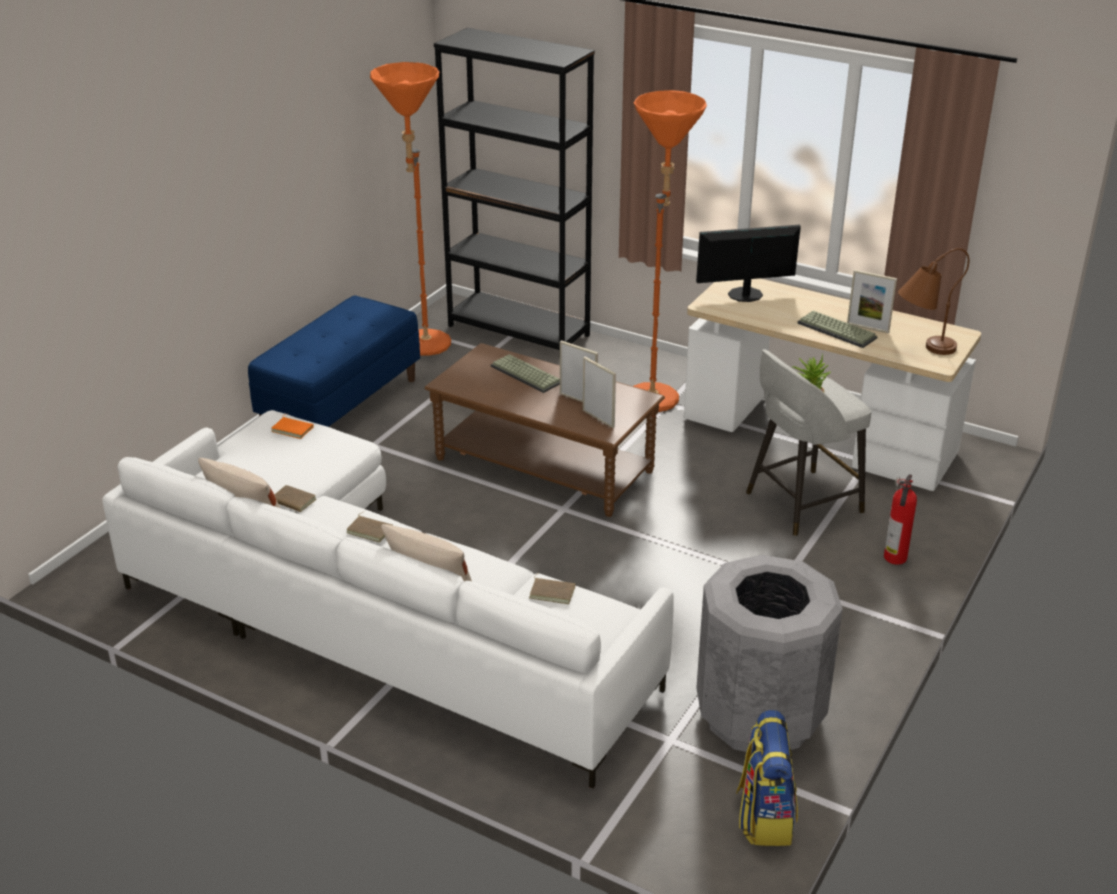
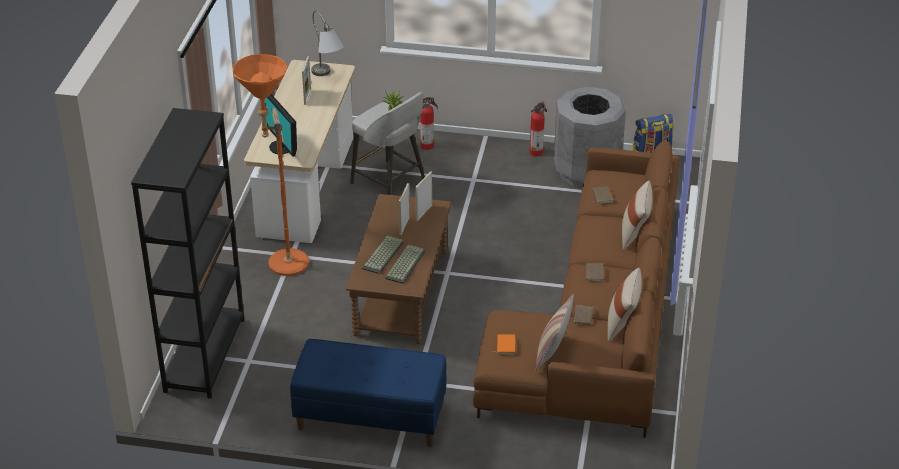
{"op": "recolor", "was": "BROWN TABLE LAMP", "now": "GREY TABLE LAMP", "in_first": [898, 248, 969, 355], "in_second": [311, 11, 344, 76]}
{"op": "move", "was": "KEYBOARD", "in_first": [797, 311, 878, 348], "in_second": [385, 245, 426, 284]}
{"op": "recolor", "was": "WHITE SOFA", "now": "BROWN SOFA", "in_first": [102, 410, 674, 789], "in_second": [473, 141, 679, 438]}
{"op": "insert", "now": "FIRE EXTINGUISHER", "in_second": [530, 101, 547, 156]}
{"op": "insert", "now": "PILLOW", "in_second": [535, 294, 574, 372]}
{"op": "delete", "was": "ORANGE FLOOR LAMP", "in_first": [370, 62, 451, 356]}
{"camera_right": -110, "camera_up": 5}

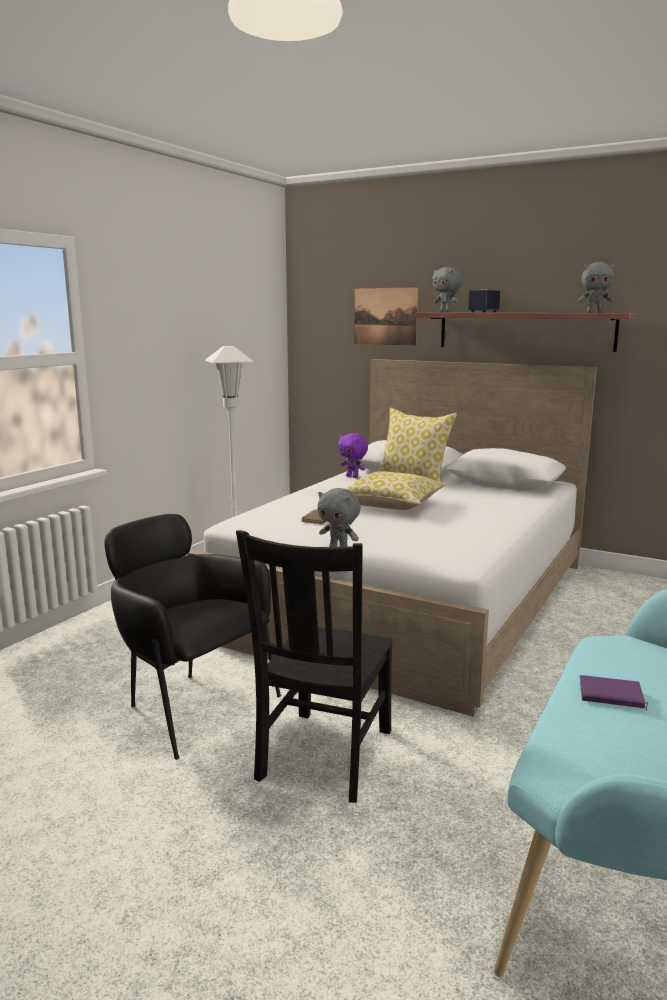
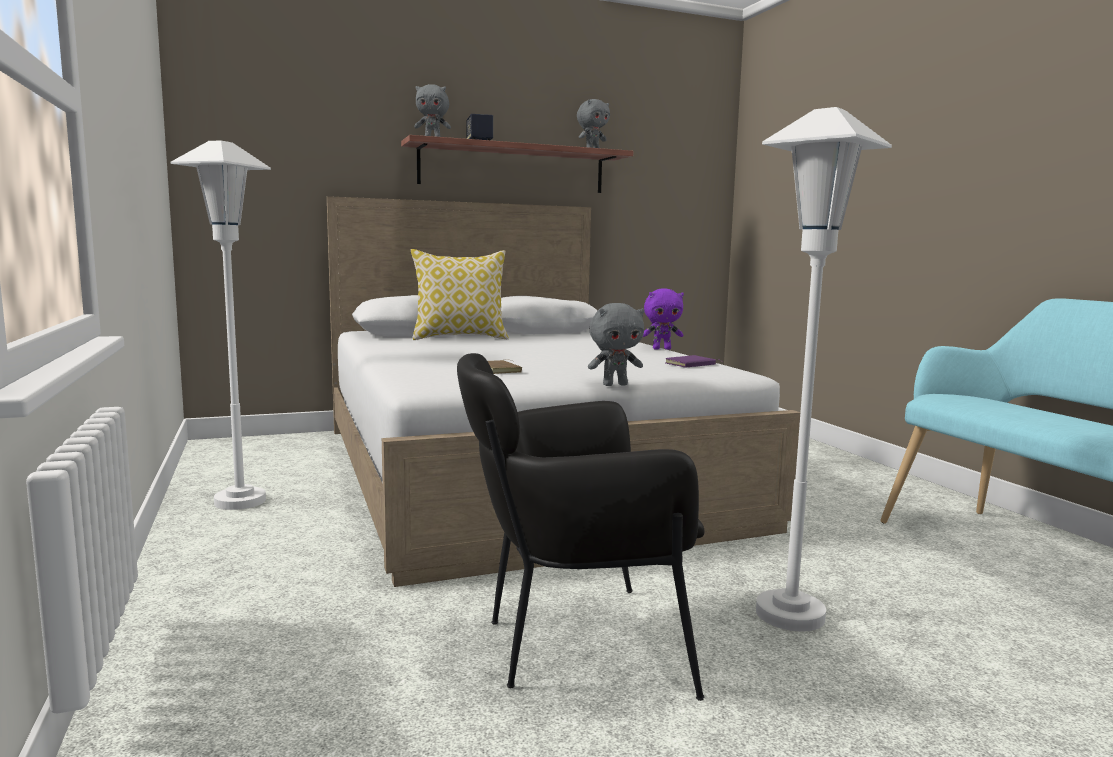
{"op": "move", "was": "PURPLE PLUSH TOY", "in_first": [338, 433, 368, 478], "in_second": [643, 289, 684, 350]}
{"op": "move", "was": "PURPLE BOOK", "in_first": [580, 675, 648, 711], "in_second": [665, 355, 721, 368]}
{"op": "replace", "was": "BLACK CHAIR", "now": "WHITE FLOOR LAMP", "in_first": [236, 530, 393, 803], "in_second": [756, 107, 892, 631]}
{"op": "delete", "was": "PILLOW", "in_first": [346, 471, 446, 510]}
{"op": "delete", "was": "PICTURE", "in_first": [354, 287, 418, 346]}
{"camera_right": -50, "camera_up": -5}

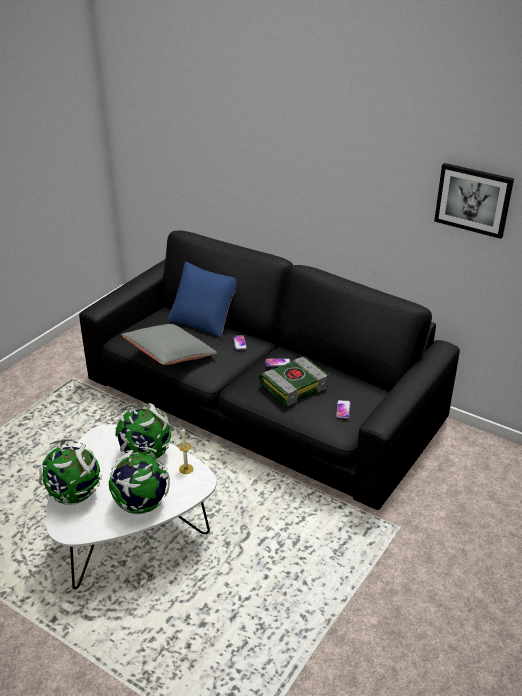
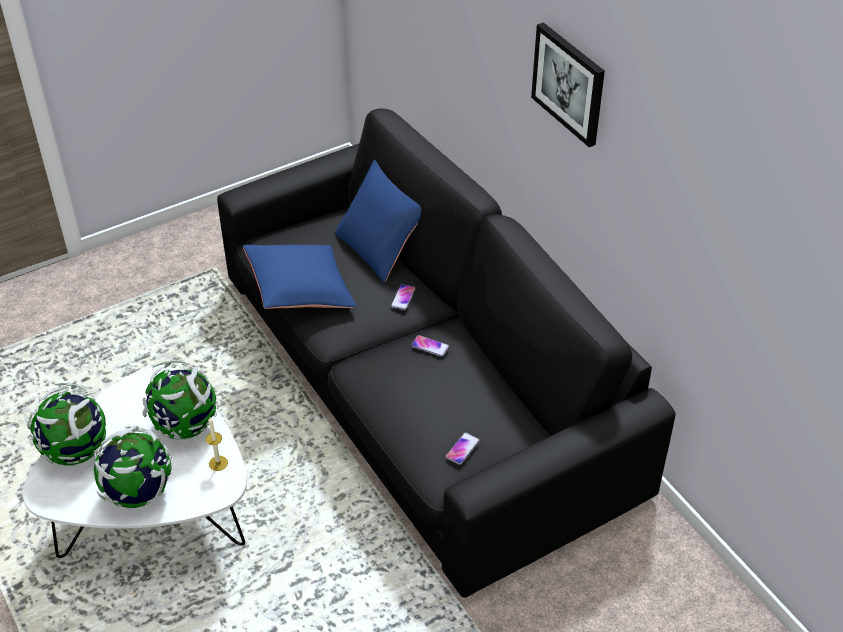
{"op": "recolor", "was": "GREY PILLOW", "now": "BLUE PILLOW", "in_first": [121, 324, 217, 365], "in_second": [243, 245, 356, 309]}
{"op": "move", "was": "PICTURE", "in_first": [434, 163, 514, 239], "in_second": [531, 22, 605, 147]}
{"op": "delete", "was": "BOOK", "in_first": [259, 357, 329, 406]}
{"camera_right": 25, "camera_up": 10}

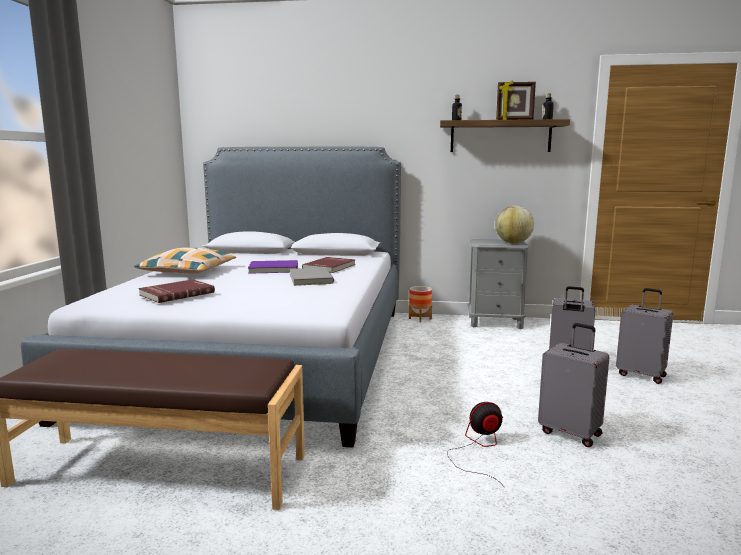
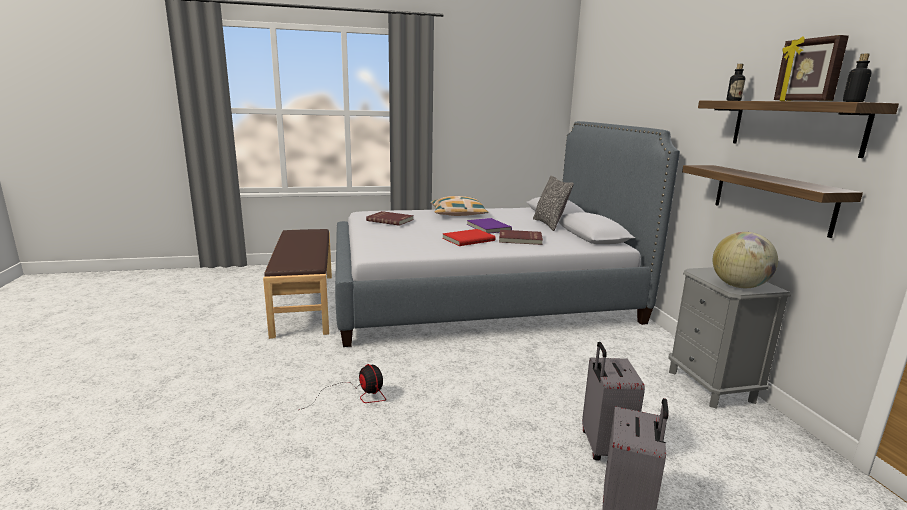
{"op": "recolor", "was": "GREY BOOK", "now": "RED BOOK", "in_first": [290, 267, 334, 286], "in_second": [442, 229, 496, 246]}
{"op": "insert", "now": "PILLOW", "in_second": [533, 175, 574, 231]}
{"op": "insert", "now": "SHELF", "in_second": [682, 165, 863, 238]}
{"op": "delete", "was": "PLANTER", "in_first": [409, 286, 432, 322]}
{"op": "delete", "was": "GREY SUITCASE", "in_first": [538, 323, 610, 447]}
{"camera_right": 70, "camera_up": 5}

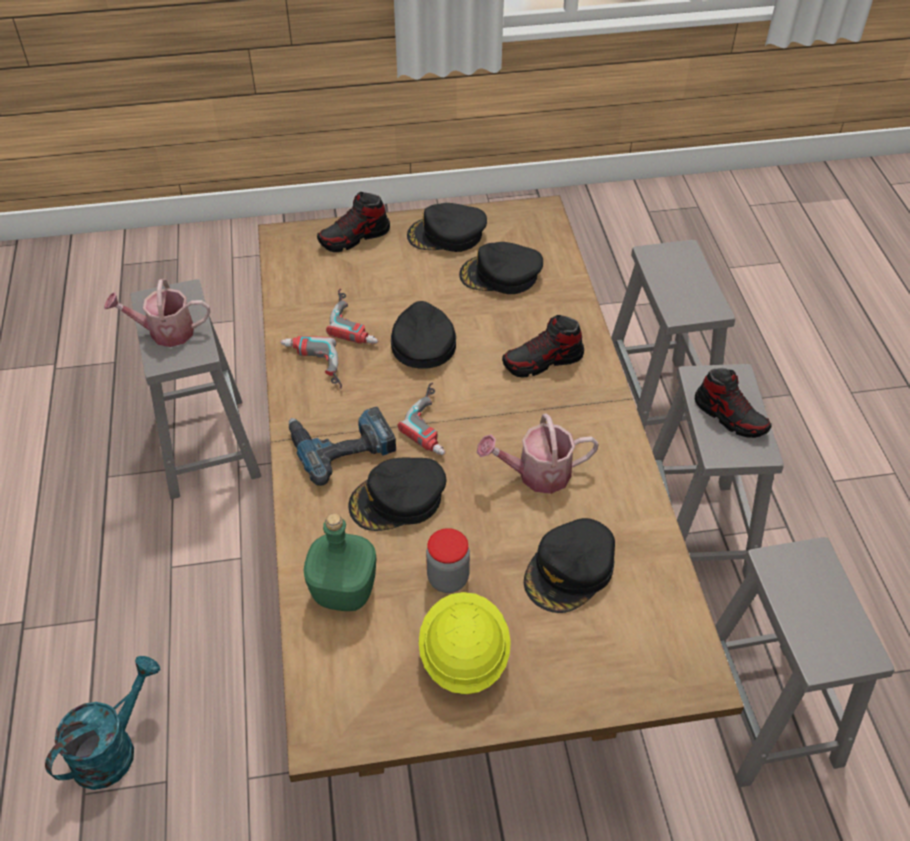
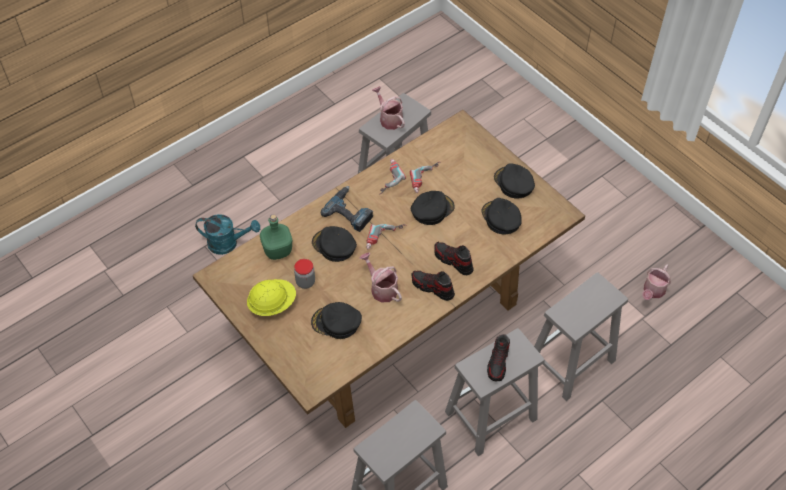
{"op": "move", "was": "SHOE", "in_first": [317, 192, 390, 252], "in_second": [411, 270, 455, 301]}
{"op": "insert", "now": "WATERING CAN", "in_second": [642, 264, 671, 300]}
{"camera_right": 60, "camera_up": 5}

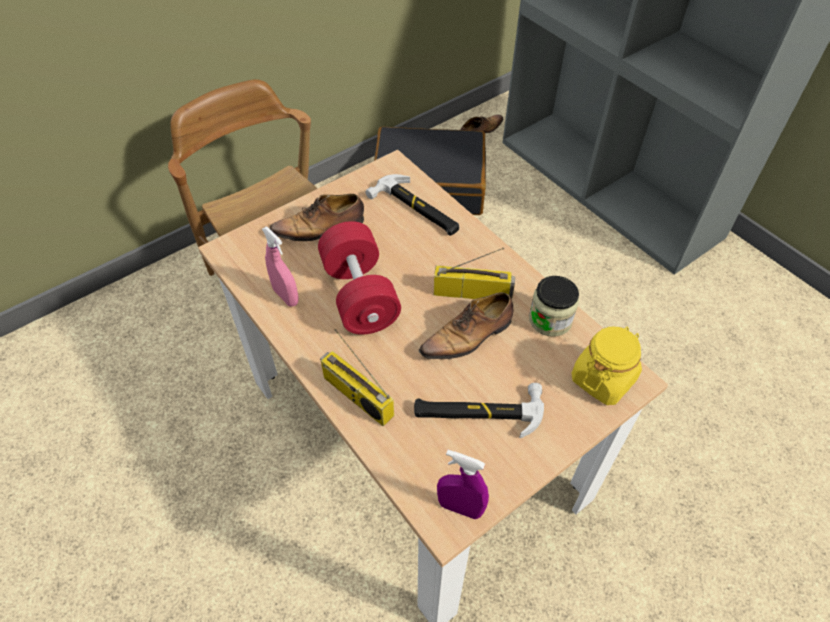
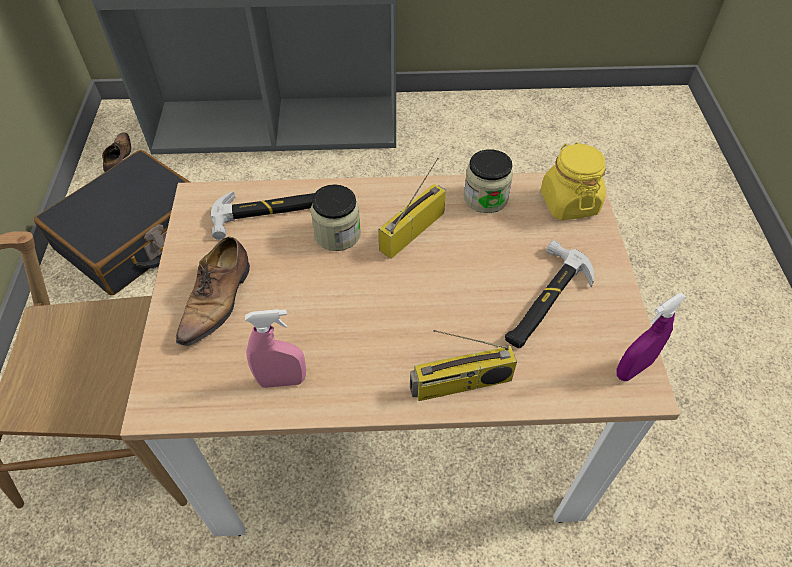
{"op": "insert", "now": "JAR", "in_second": [311, 184, 361, 251]}
{"op": "delete", "was": "RED DUMBBELL", "in_first": [318, 221, 401, 335]}
{"op": "delete", "was": "SHOE", "in_first": [419, 292, 513, 363]}
{"camera_right": -55, "camera_up": 0}

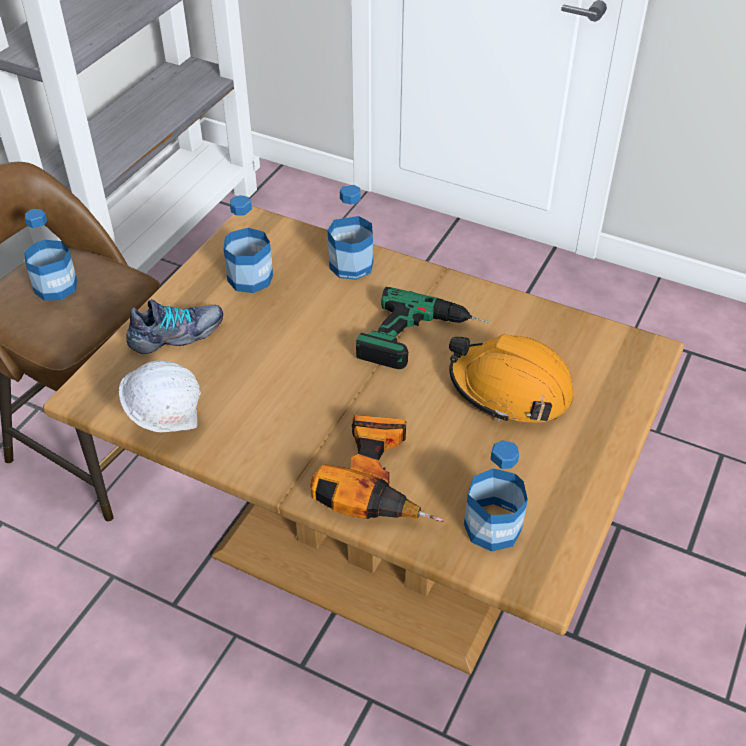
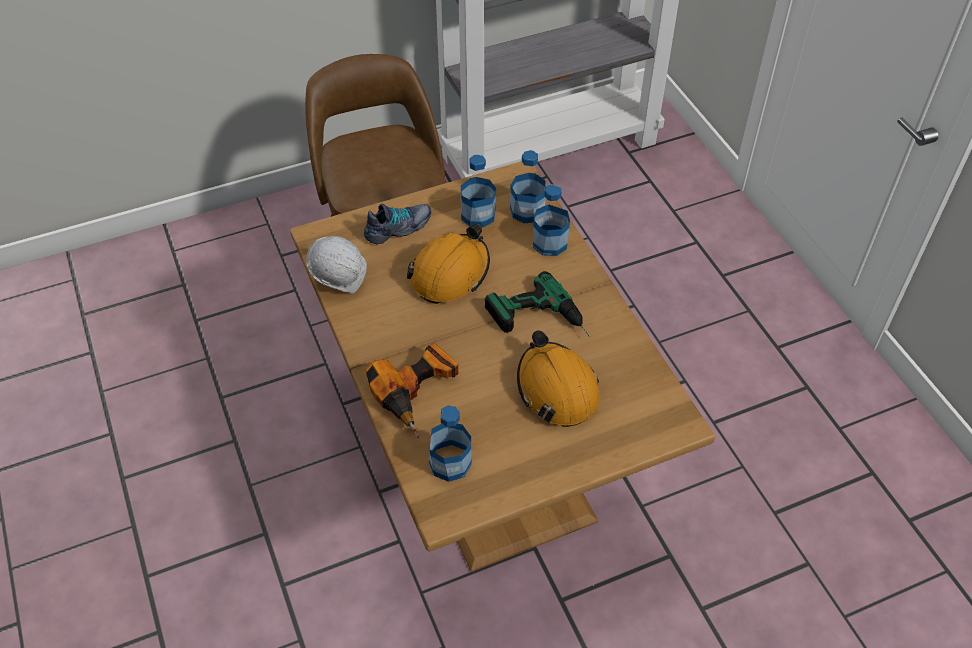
{"op": "rotate", "was": "SHOE", "in_first": [126, 299, 223, 354], "in_second": [364, 204, 431, 244], "clockwise": -45}
{"op": "insert", "now": "ORANGE HARD HAT", "in_second": [407, 224, 490, 304]}
{"op": "move", "was": "BOTTLE", "in_first": [24, 209, 78, 301], "in_second": [510, 150, 546, 223]}
{"camera_right": 40, "camera_up": 5}

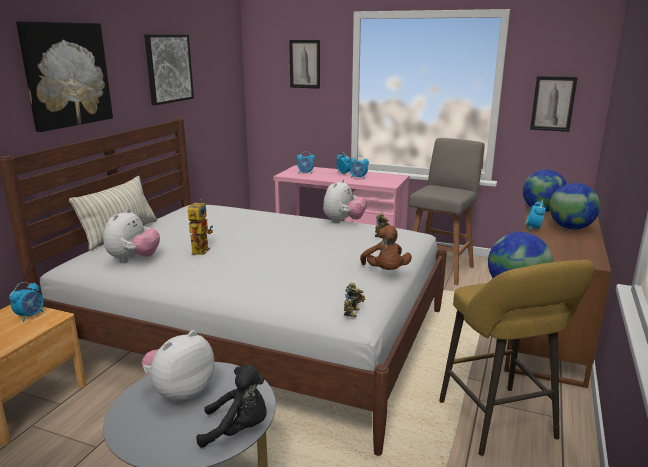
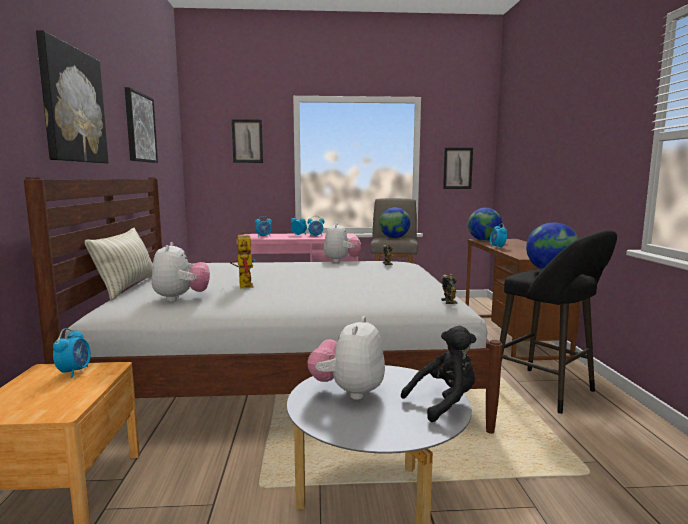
{"op": "move", "was": "GLOBE", "in_first": [549, 183, 600, 229], "in_second": [379, 207, 410, 238]}
{"op": "recolor", "was": "YELLOW STOOL", "now": "BLACK STOOL", "in_first": [439, 260, 595, 456], "in_second": [500, 230, 617, 414]}
{"op": "delete", "was": "BROWN PLUSH TOY", "in_first": [360, 225, 412, 270]}
{"camera_right": -25, "camera_up": -10}

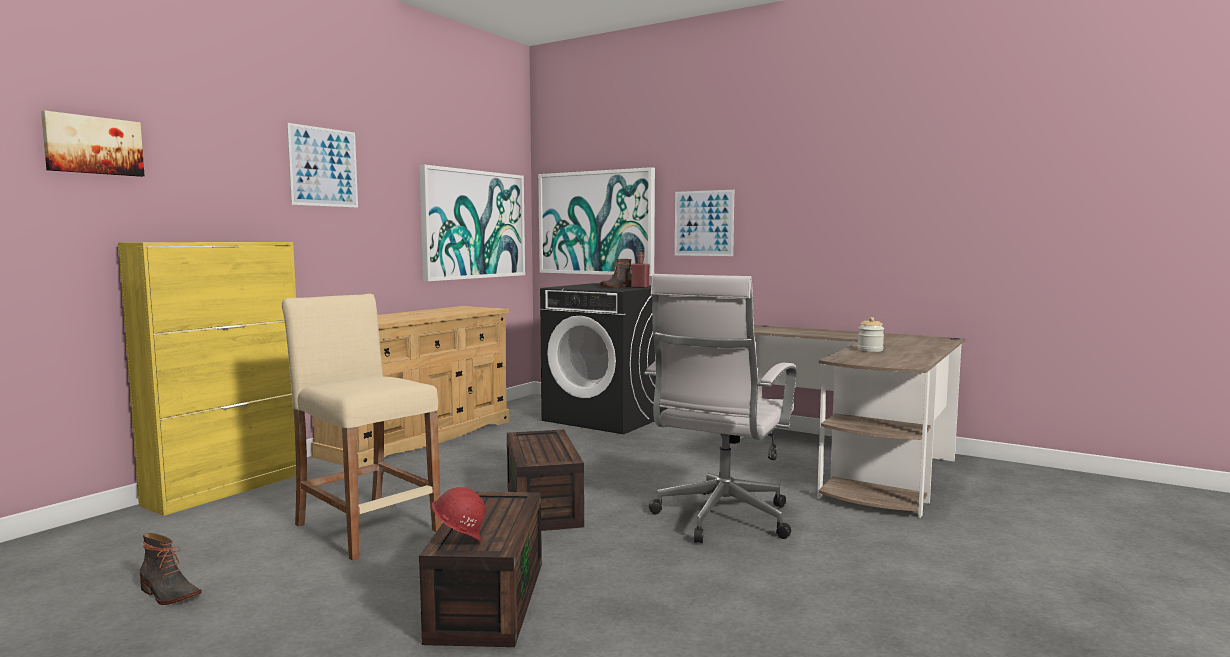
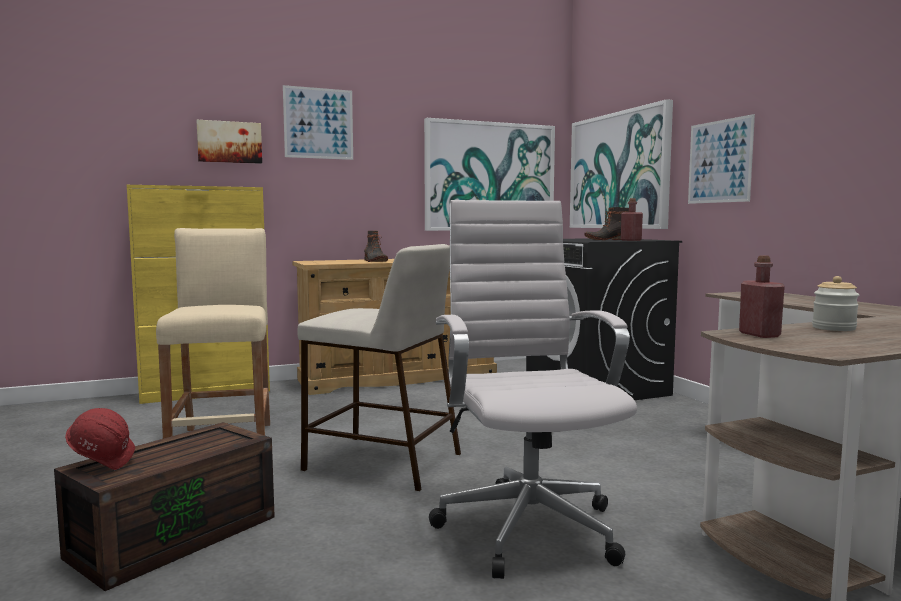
{"op": "move", "was": "PICTURE", "in_first": [41, 111, 145, 177], "in_second": [196, 120, 262, 164]}
{"op": "replace", "was": "BROWN STORAGE BOX", "now": "BEIGE STOOL", "in_first": [507, 429, 584, 531], "in_second": [297, 244, 461, 491]}
{"op": "move", "was": "BOOT", "in_first": [140, 533, 202, 605], "in_second": [364, 231, 388, 262]}
{"op": "rotate", "was": "WHITE OFFICE CHAIR", "in_first": [645, 274, 797, 543], "in_second": [429, 200, 637, 579], "clockwise": 105}
{"op": "insert", "now": "RED BOTTLE", "in_second": [739, 255, 785, 338]}
{"camera_right": 35, "camera_up": 0}

